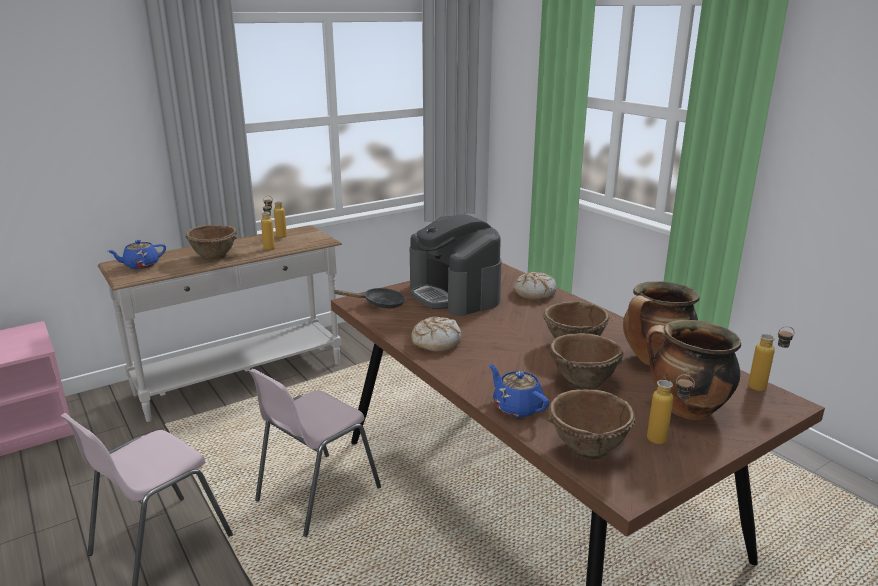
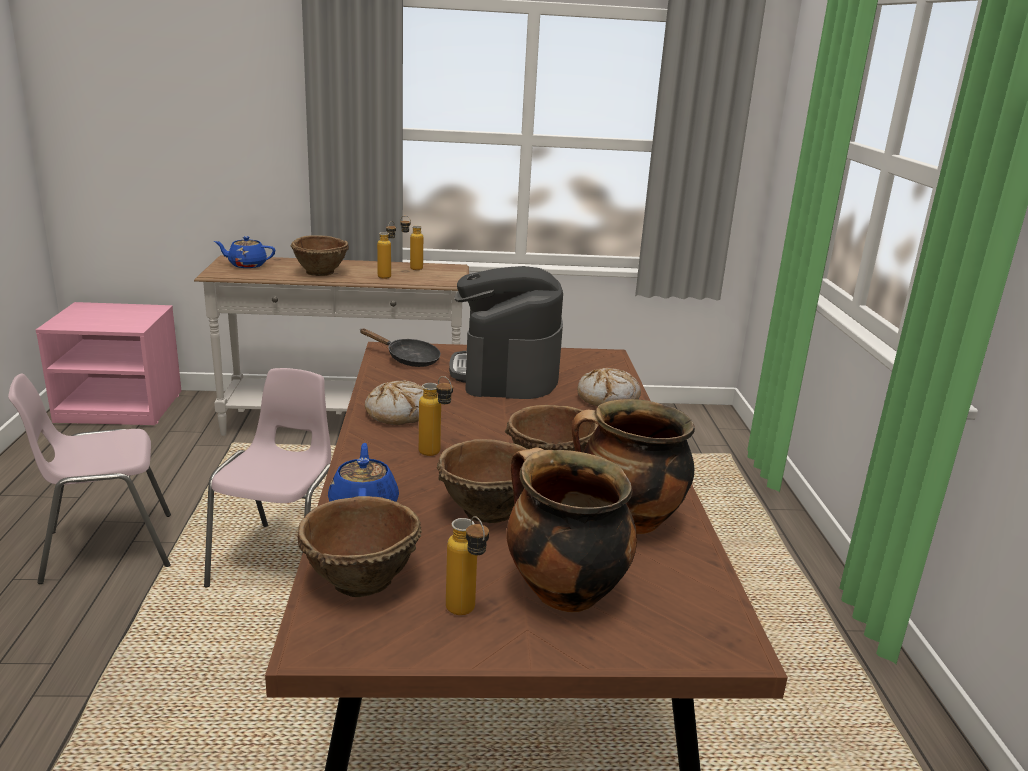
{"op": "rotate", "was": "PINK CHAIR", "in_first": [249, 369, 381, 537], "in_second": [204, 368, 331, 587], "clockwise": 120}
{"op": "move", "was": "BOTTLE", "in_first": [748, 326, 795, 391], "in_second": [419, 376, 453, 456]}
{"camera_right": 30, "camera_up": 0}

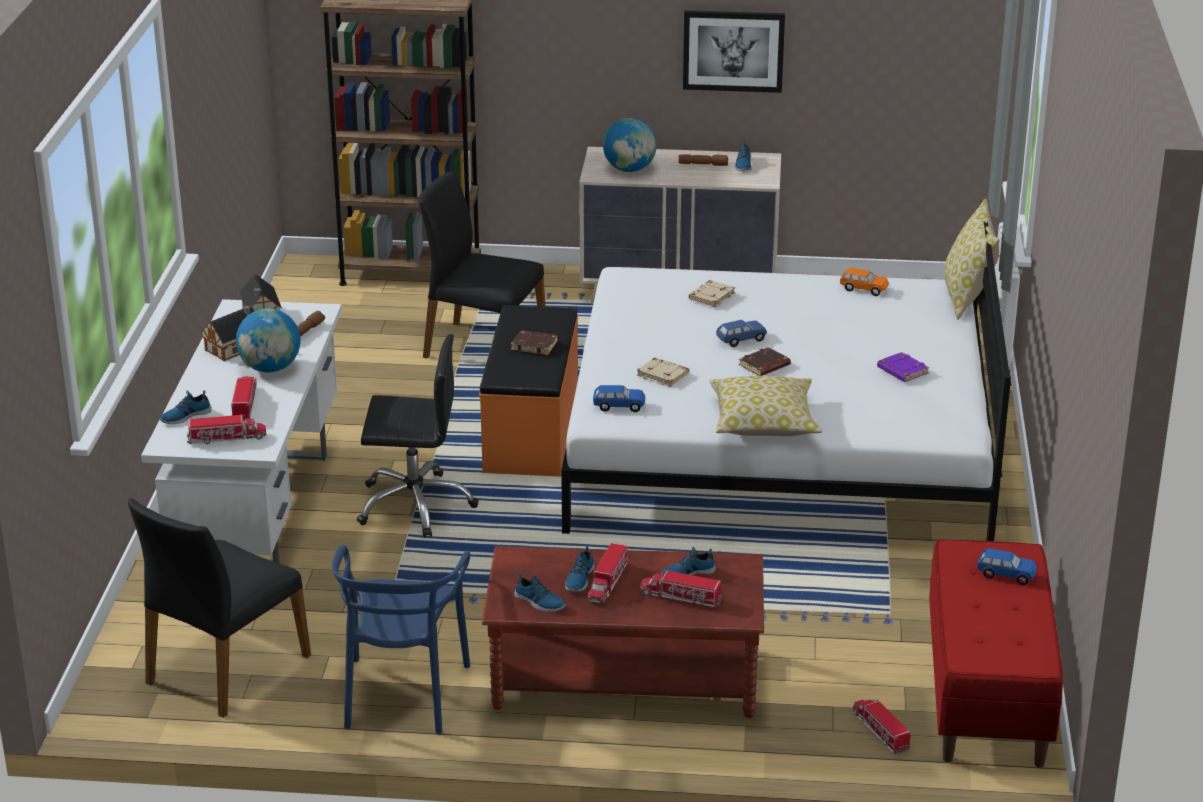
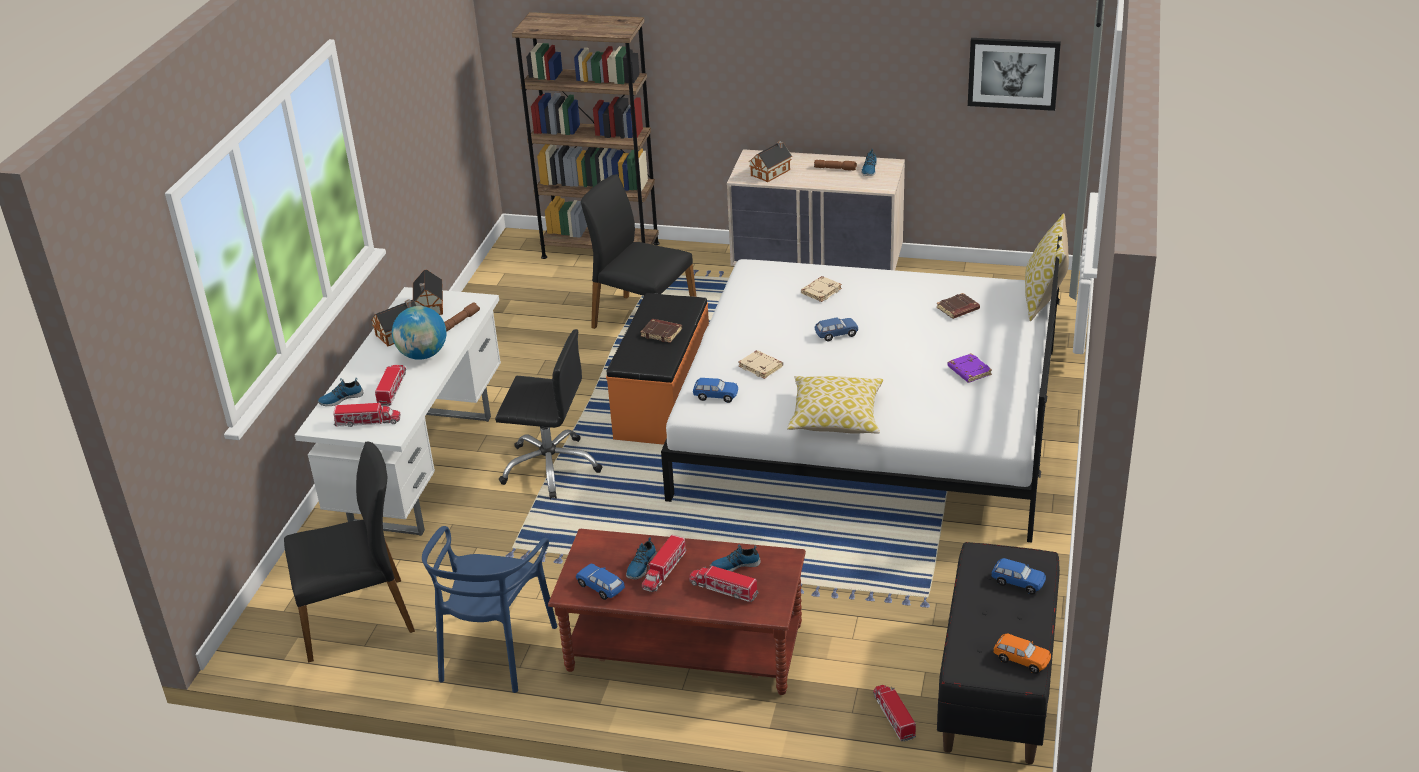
{"op": "rotate", "was": "BLACK CHAIR", "in_first": [128, 498, 311, 718], "in_second": [284, 441, 415, 663], "clockwise": -150}
{"op": "replace", "was": "SHOE", "now": "BLUE TOY CAR", "in_first": [514, 573, 566, 612], "in_second": [576, 564, 625, 600]}
{"op": "replace", "was": "GLOBE", "now": "TOY HOUSE", "in_first": [603, 118, 657, 172], "in_second": [749, 141, 792, 182]}
{"op": "move", "was": "BROWN BOOK", "in_first": [739, 347, 791, 376], "in_second": [936, 293, 980, 319]}
{"op": "recolor", "was": "RED BENCH", "now": "BLACK BENCH", "in_first": [929, 539, 1063, 767], "in_second": [937, 542, 1060, 764]}
{"op": "move", "was": "PICTURE", "in_first": [683, 10, 785, 93], "in_second": [968, 38, 1061, 111]}
{"op": "move", "was": "ORANGE TOY CAR", "in_first": [840, 268, 889, 296], "in_second": [994, 633, 1051, 674]}
{"camera_right": 10, "camera_up": 5}

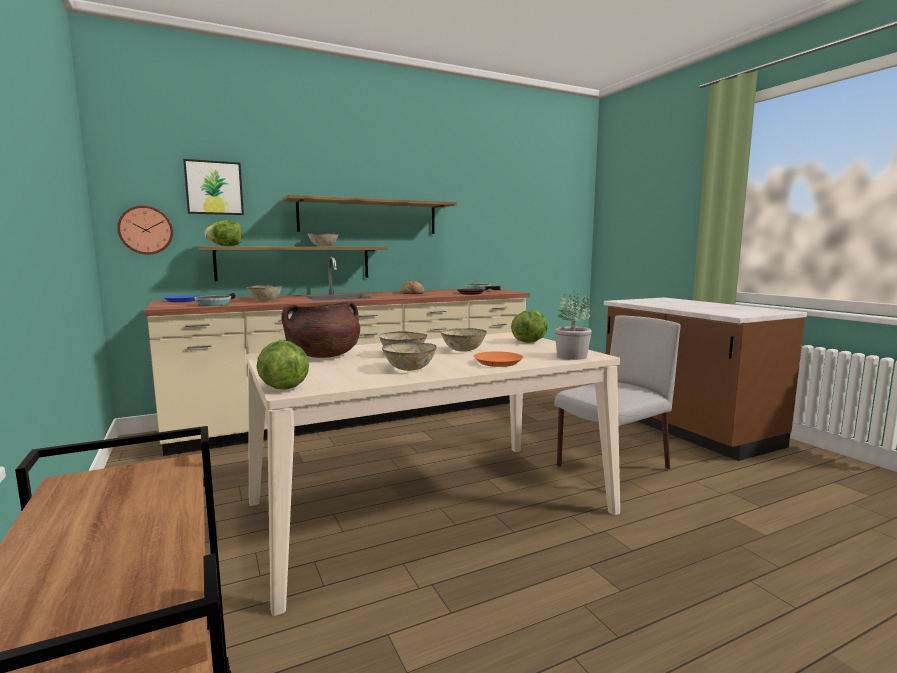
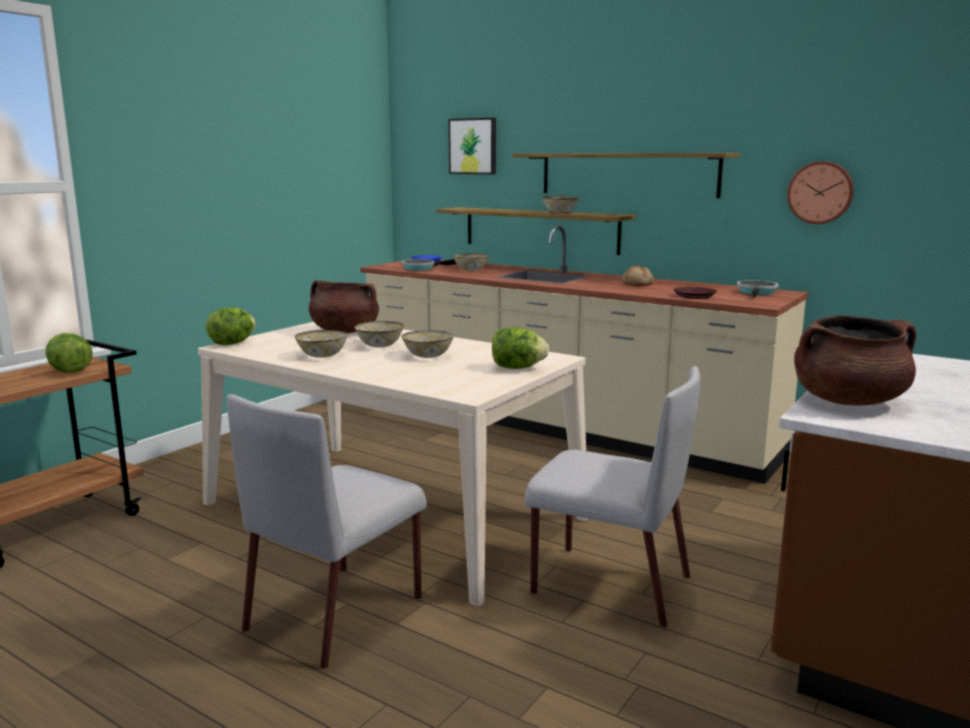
{"op": "move", "was": "LETTUCE", "in_first": [205, 220, 242, 246], "in_second": [45, 333, 93, 373]}
{"op": "insert", "now": "GREY CHAIR", "in_second": [226, 394, 427, 669]}
{"op": "move", "was": "WALL CLOCK", "in_first": [117, 205, 173, 255], "in_second": [787, 161, 854, 224]}
{"op": "insert", "now": "BROWN COOKING POT", "in_second": [794, 315, 916, 406]}
{"op": "delete", "was": "ORANGE PLATE", "in_first": [474, 351, 523, 367]}
{"op": "delete", "was": "POTTED PLANT", "in_first": [555, 291, 592, 360]}
{"camera_right": 60, "camera_up": 5}

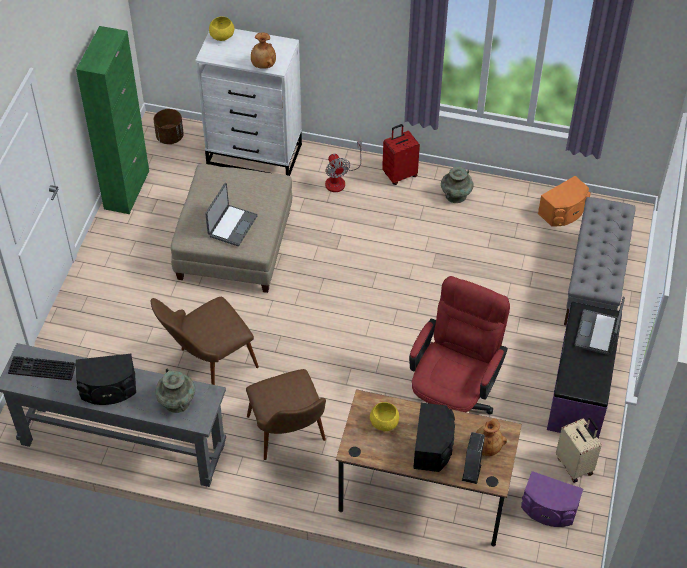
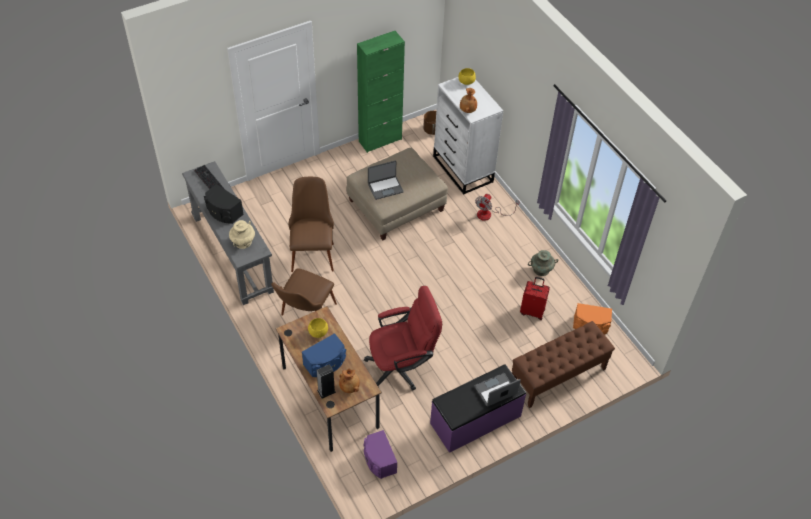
{"op": "recolor", "was": "TURQUOISE VASE", "now": "BEIGE VASE", "in_first": [155, 369, 195, 413], "in_second": [229, 220, 255, 249]}
{"op": "rotate", "was": "BROWN CHAIR", "in_first": [151, 297, 259, 385], "in_second": [288, 177, 334, 272], "clockwise": 75}
{"op": "recolor", "was": "BLACK SPEAKER", "now": "BLUE SPEAKER", "in_first": [413, 403, 455, 472], "in_second": [302, 333, 346, 377]}
{"op": "recolor", "was": "GREY BENCH", "now": "BROWN BENCH", "in_first": [564, 197, 636, 325], "in_second": [512, 321, 615, 408]}
{"op": "move", "was": "RED SUITCASE", "in_first": [382, 124, 420, 185], "in_second": [520, 277, 550, 320]}
{"op": "delete", "was": "BEIGE SUITCASE", "in_first": [556, 417, 602, 482]}
{"camera_right": 45, "camera_up": 0}

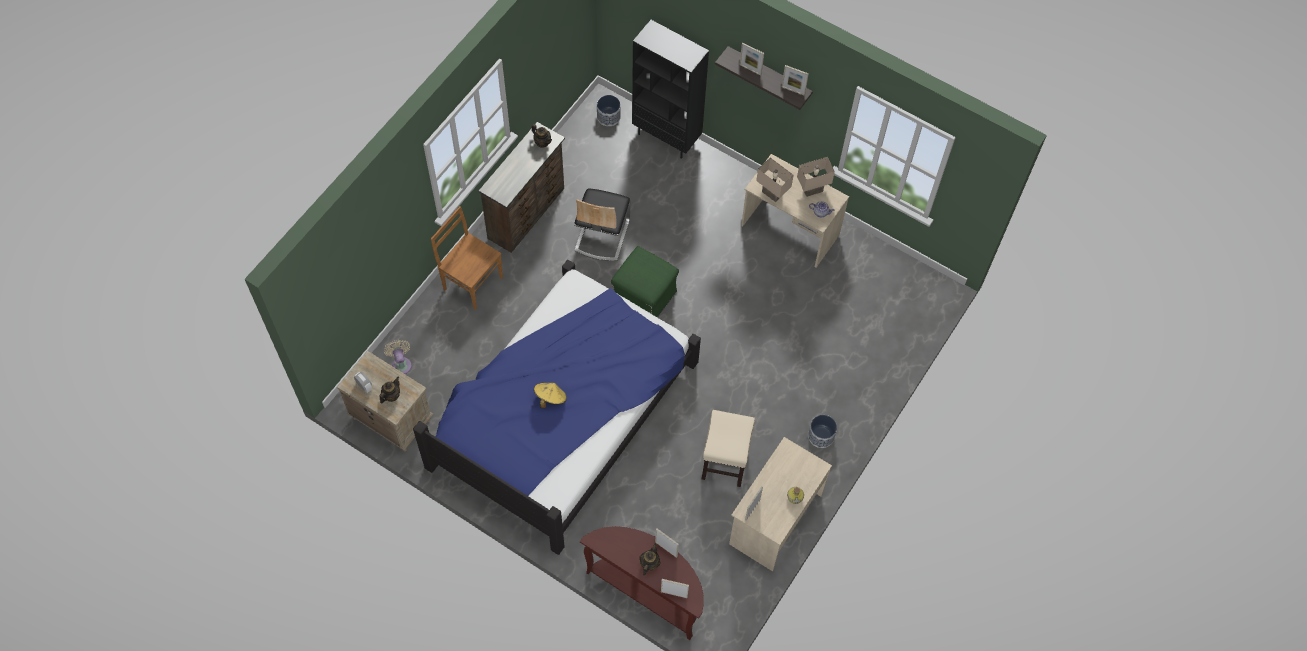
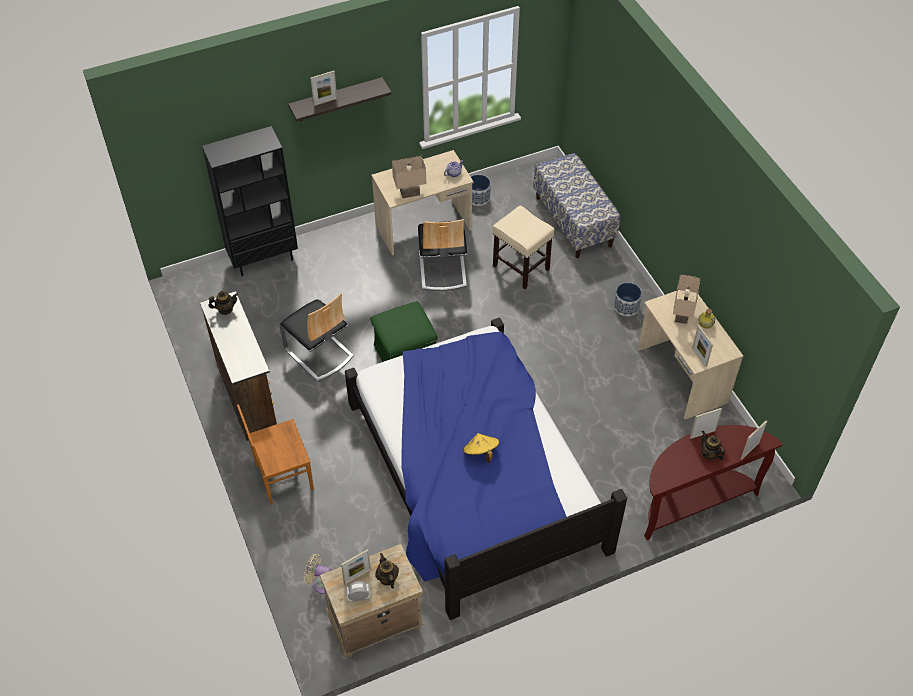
{"op": "move", "was": "PICTURE FRAME", "in_first": [782, 65, 809, 96], "in_second": [341, 549, 371, 585]}
{"op": "insert", "now": "CHAIR", "in_second": [418, 219, 467, 291]}
{"op": "move", "was": "PLANTER", "in_first": [597, 95, 621, 126], "in_second": [471, 175, 491, 206]}
{"op": "move", "was": "BEIGE STOOL", "in_first": [702, 410, 755, 487], "in_second": [493, 205, 554, 289]}
{"op": "insert", "now": "BENCH", "in_second": [533, 153, 620, 258]}
{"op": "move", "was": "BEIGE TABLE LAMP", "in_first": [797, 157, 835, 197], "in_second": [673, 274, 700, 324]}
{"camera_right": -55, "camera_up": -10}

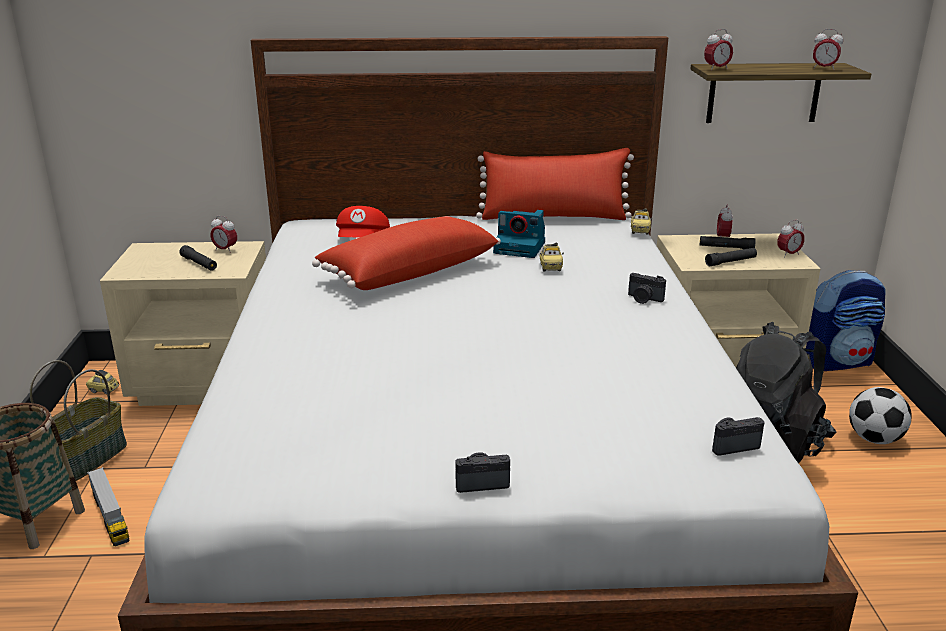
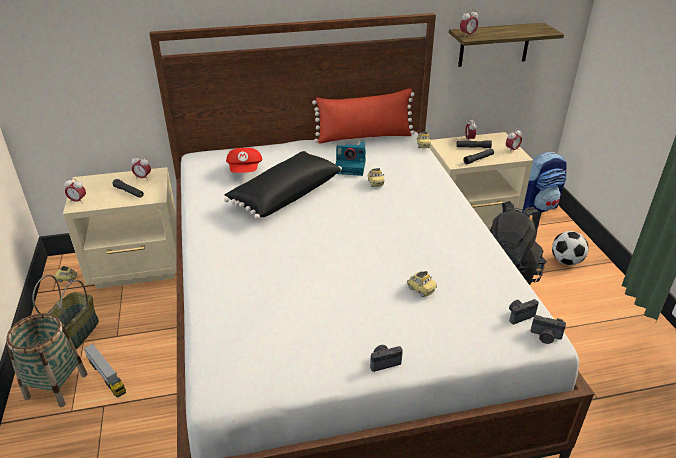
{"op": "move", "was": "ALARM CLOCK", "in_first": [813, 29, 843, 69], "in_second": [64, 178, 86, 204]}
{"op": "recolor", "was": "RED PILLOW", "now": "BLACK PILLOW", "in_first": [312, 216, 501, 290], "in_second": [224, 151, 342, 219]}
{"op": "insert", "now": "TOY CAR", "in_second": [407, 271, 437, 297]}
{"op": "move", "was": "PHOTO CAMERA", "in_first": [628, 273, 666, 304], "in_second": [531, 315, 566, 344]}
{"camera_right": -10, "camera_up": 10}

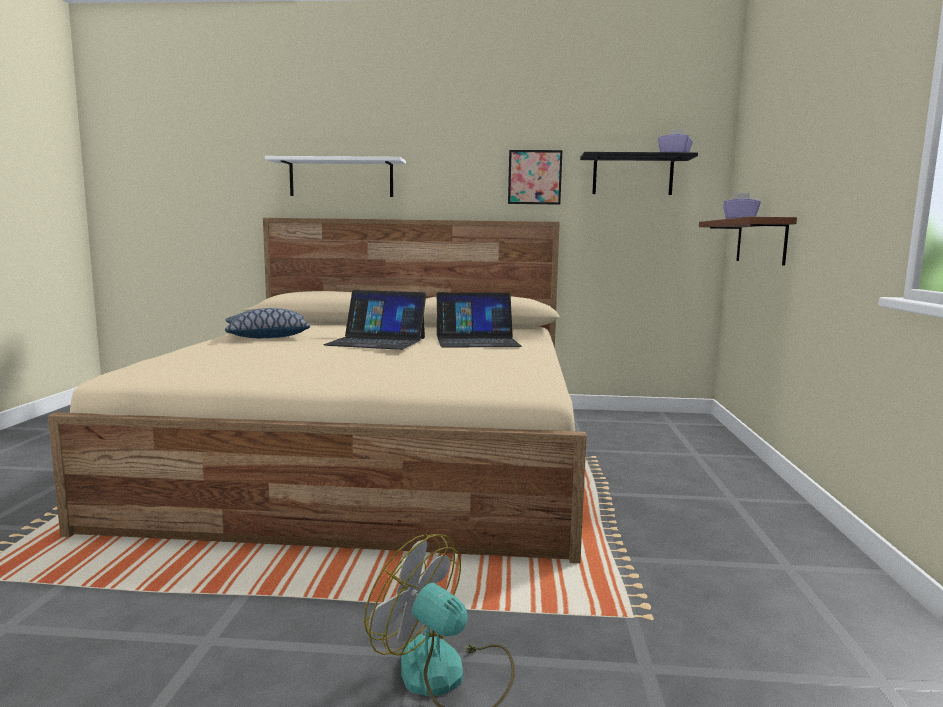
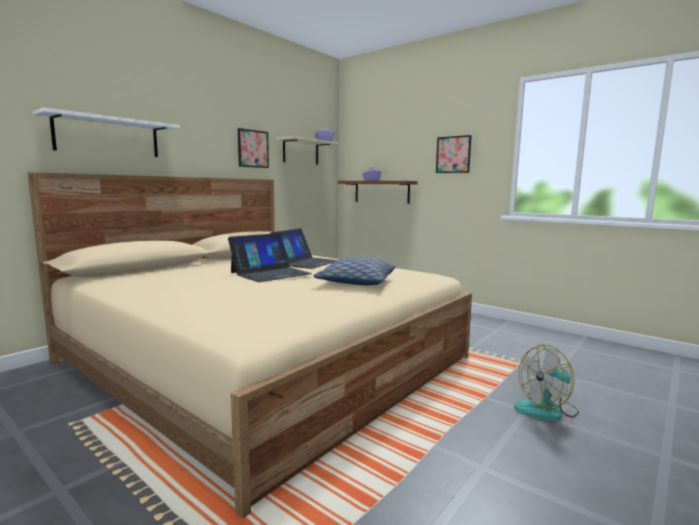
{"op": "recolor", "was": "BLACK SHELF", "now": "BEIGE SHELF", "in_first": [580, 152, 698, 195], "in_second": [276, 136, 339, 165]}
{"op": "move", "was": "PILLOW", "in_first": [225, 308, 310, 338], "in_second": [314, 257, 396, 285]}
{"op": "insert", "now": "PICTURE", "in_second": [436, 135, 472, 173]}
{"camera_right": -55, "camera_up": 0}

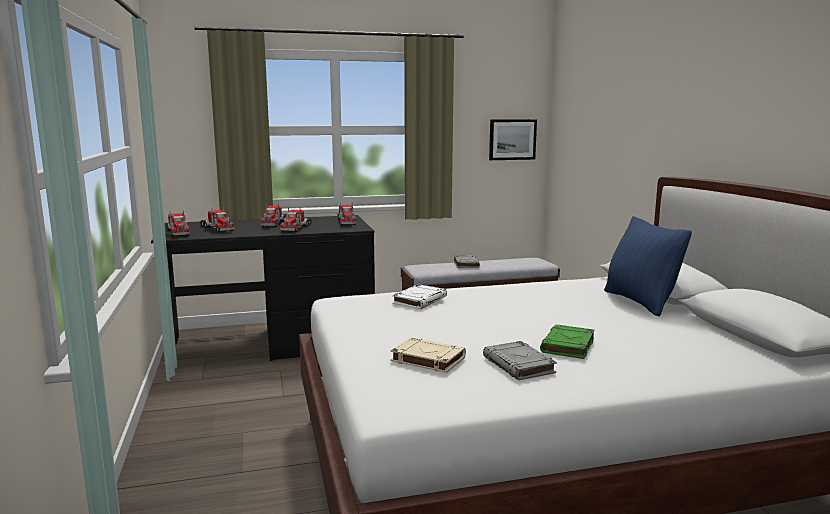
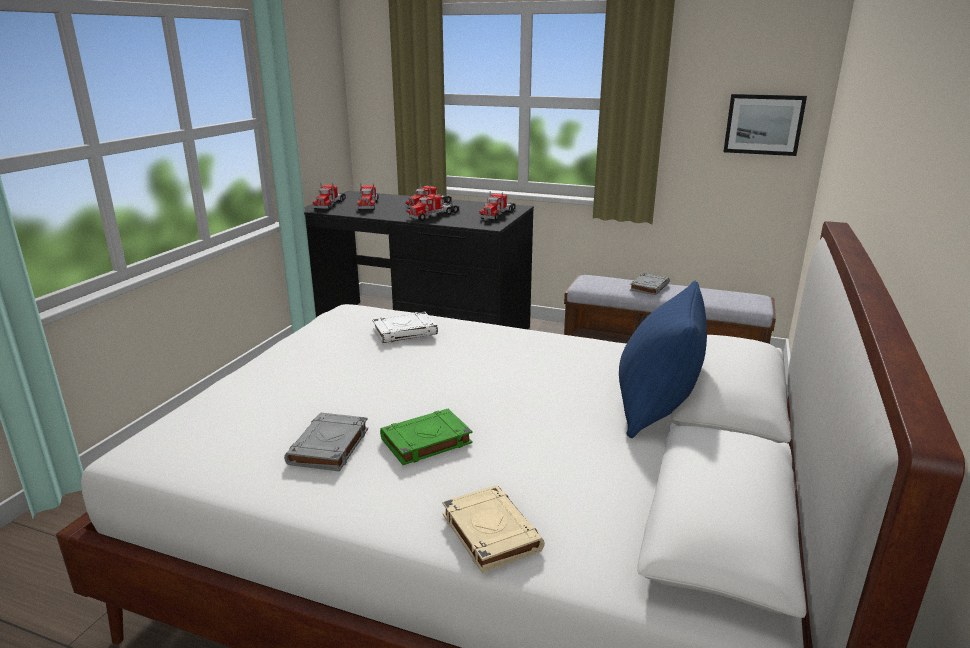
{"op": "move", "was": "BEIGE BOOK", "in_first": [390, 337, 466, 373], "in_second": [442, 485, 545, 573]}
{"camera_right": 35, "camera_up": 10}

